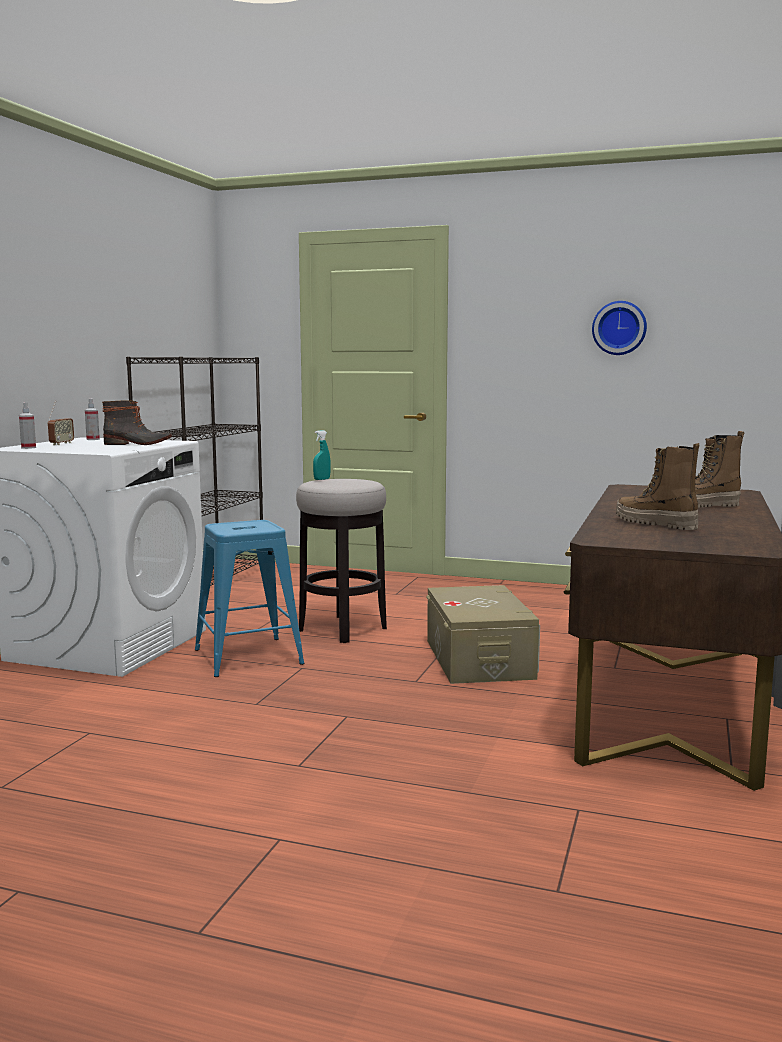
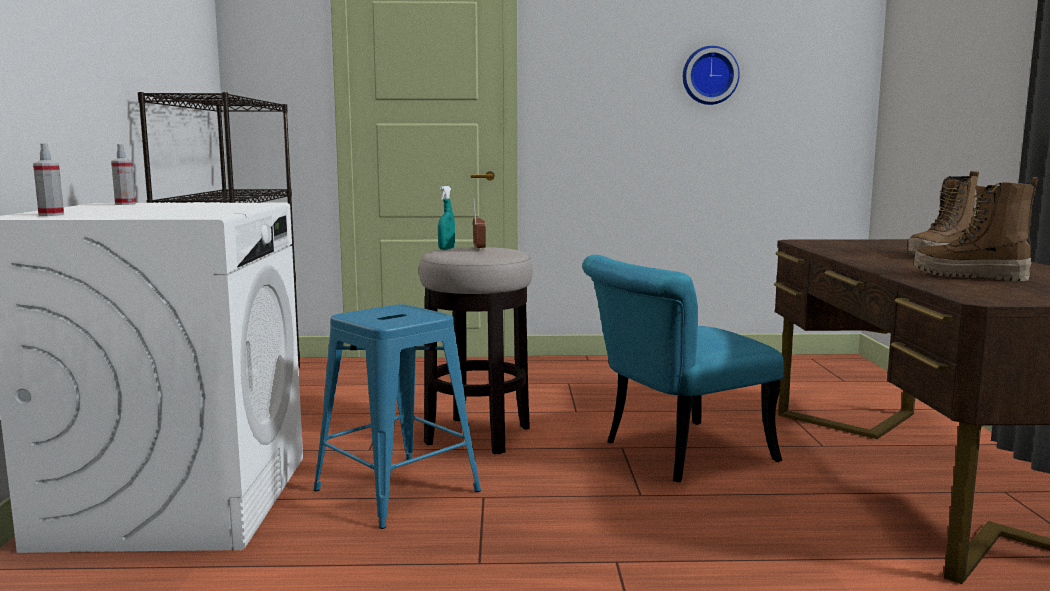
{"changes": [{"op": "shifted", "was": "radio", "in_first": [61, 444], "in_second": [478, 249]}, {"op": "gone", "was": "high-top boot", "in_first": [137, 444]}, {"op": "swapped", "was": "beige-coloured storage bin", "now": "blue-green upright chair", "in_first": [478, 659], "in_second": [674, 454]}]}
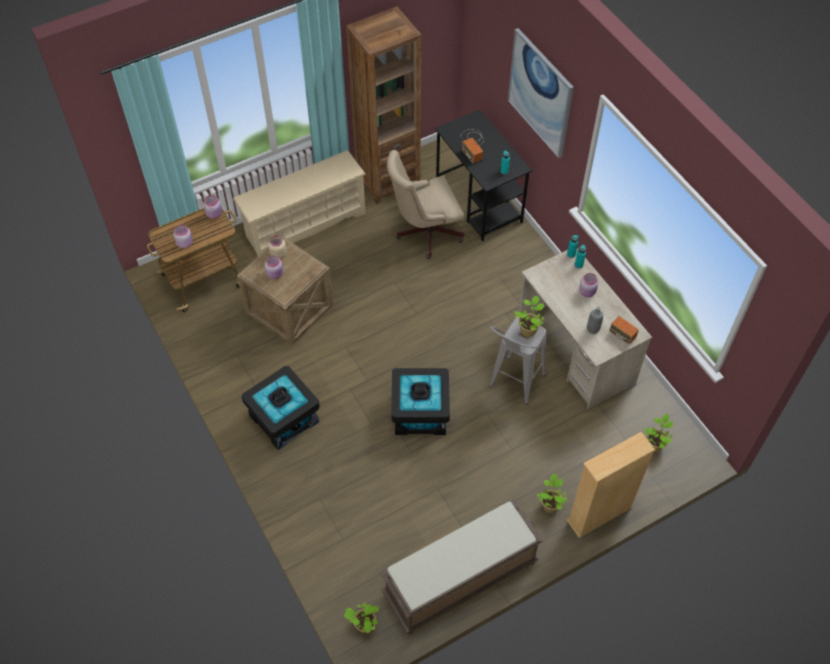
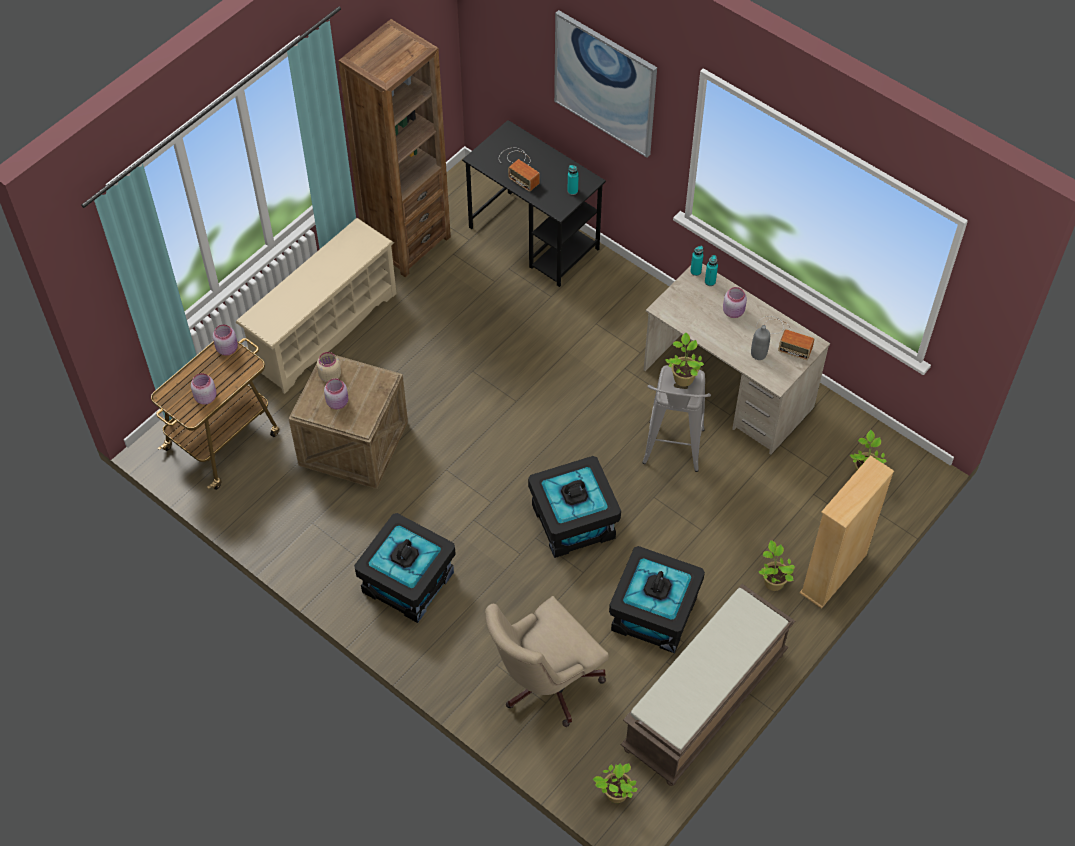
{"changes": [{"op": "shifted", "was": "beige-coloured office chair", "in_first": [425, 232], "in_second": [544, 683]}, {"op": "new", "now": "blackish storage bin", "in_second": [654, 614]}]}
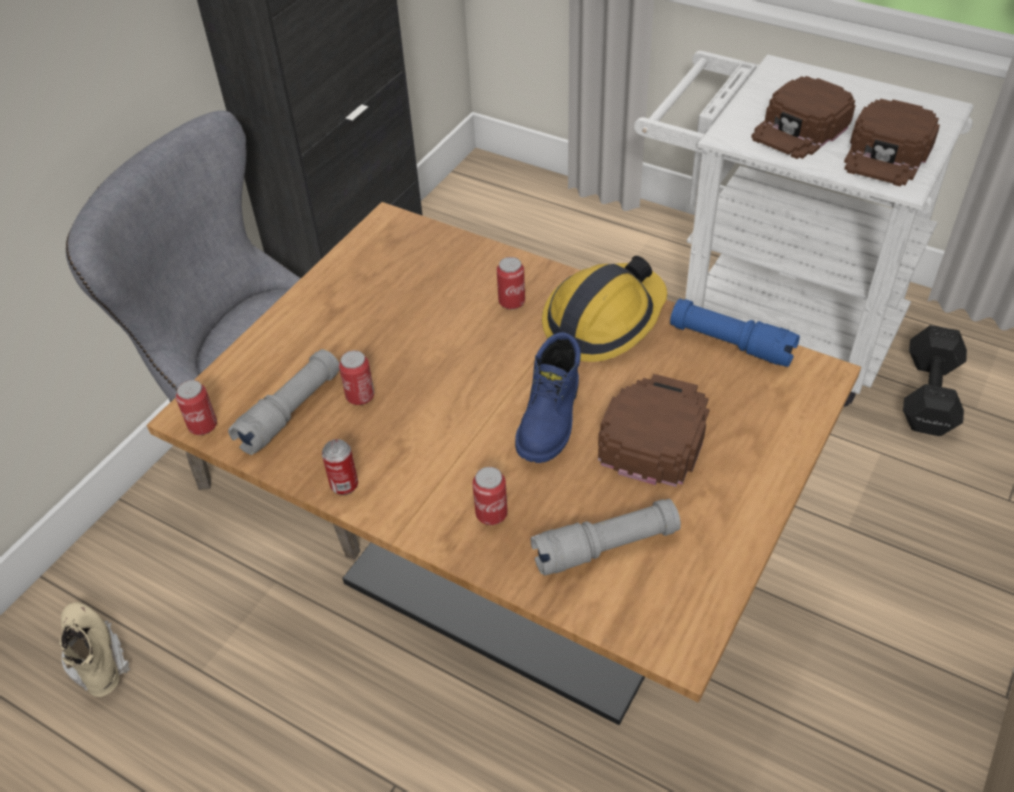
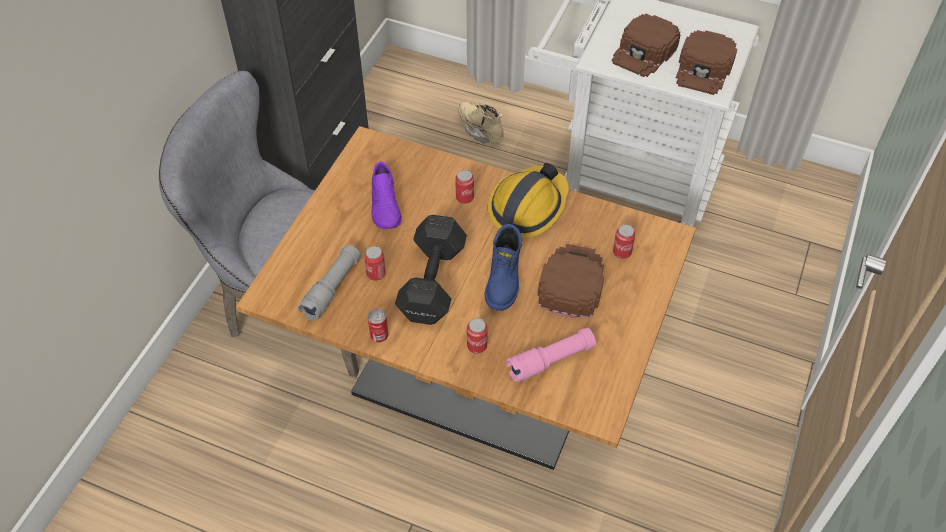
{"changes": [{"op": "shifted", "was": "beige-coloured high-top boot", "in_first": [95, 658], "in_second": [481, 130]}, {"op": "shifted", "was": "metal can", "in_first": [203, 426], "in_second": [622, 252]}, {"op": "repainted", "was": "greyish flashlight", "now": "pinkish flashlight", "in_first": [605, 547], "in_second": [551, 360]}, {"op": "gone", "was": "blue-coloured flashlight", "in_first": [731, 343]}, {"op": "shifted", "was": "blackish hand weight", "in_first": [930, 394], "in_second": [434, 280]}, {"op": "new", "now": "purple item of footwear", "in_second": [386, 206]}]}
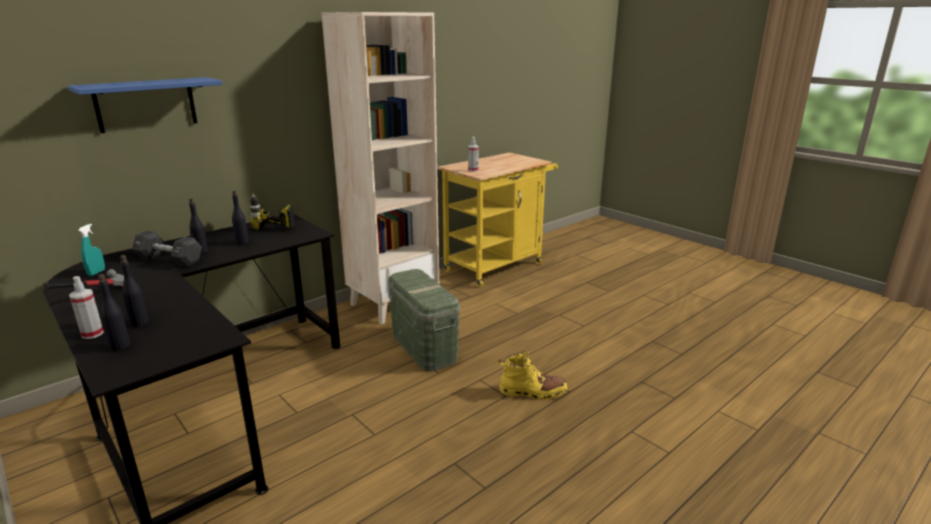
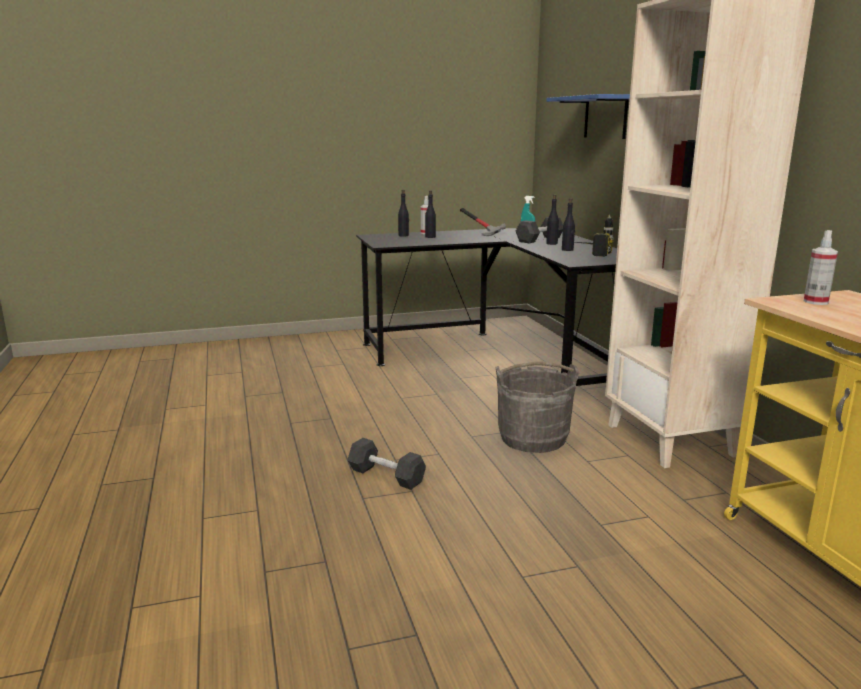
{"changes": [{"op": "swapped", "was": "greenish storage bin", "now": "greyish bucket", "in_first": [424, 347], "in_second": [533, 438]}, {"op": "swapped", "was": "yellowish high-top boot", "now": "blackish hand weight", "in_first": [532, 392], "in_second": [386, 476]}]}
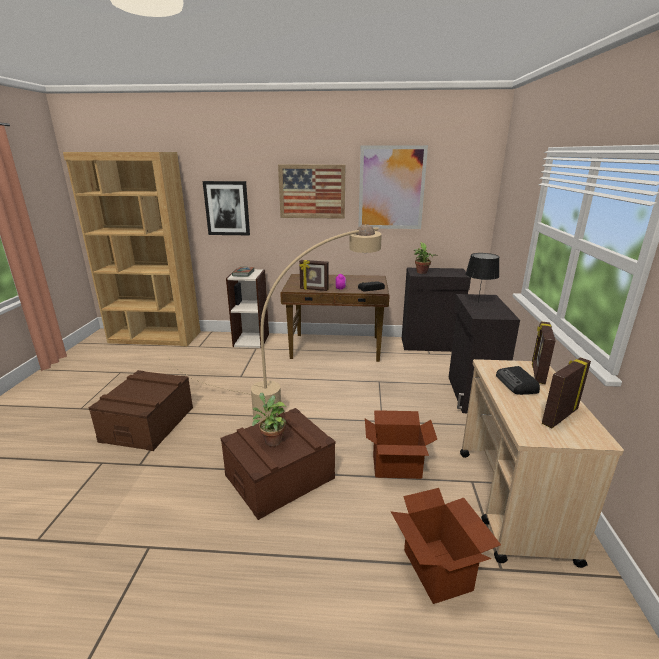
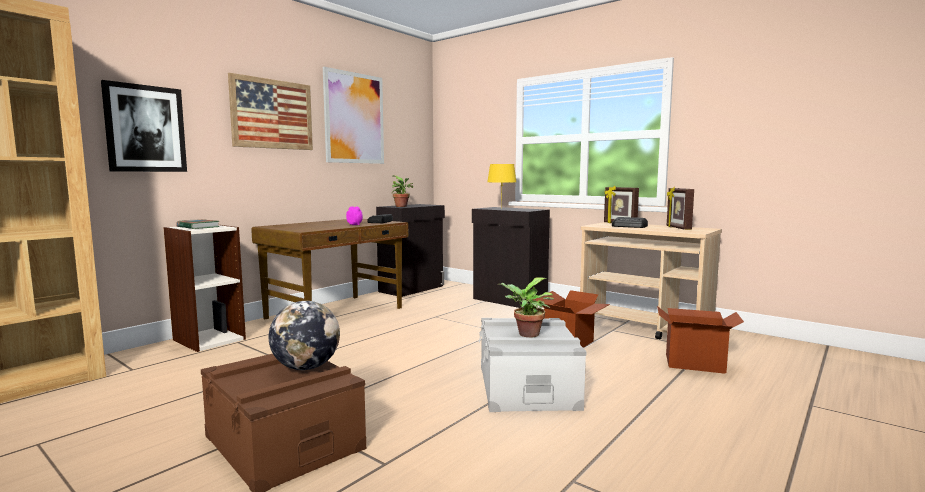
{"changes": [{"op": "gone", "was": "beige-coloured floor lamp", "in_first": [293, 399]}, {"op": "repainted", "was": "brownish storage bin", "now": "greyish storage bin", "in_first": [279, 477], "in_second": [527, 387]}, {"op": "gone", "was": "picture frame", "in_first": [314, 289]}, {"op": "repainted", "was": "blackish table lamp", "now": "yellowish table lamp", "in_first": [477, 302], "in_second": [501, 208]}, {"op": "new", "now": "globe", "in_second": [306, 367]}]}
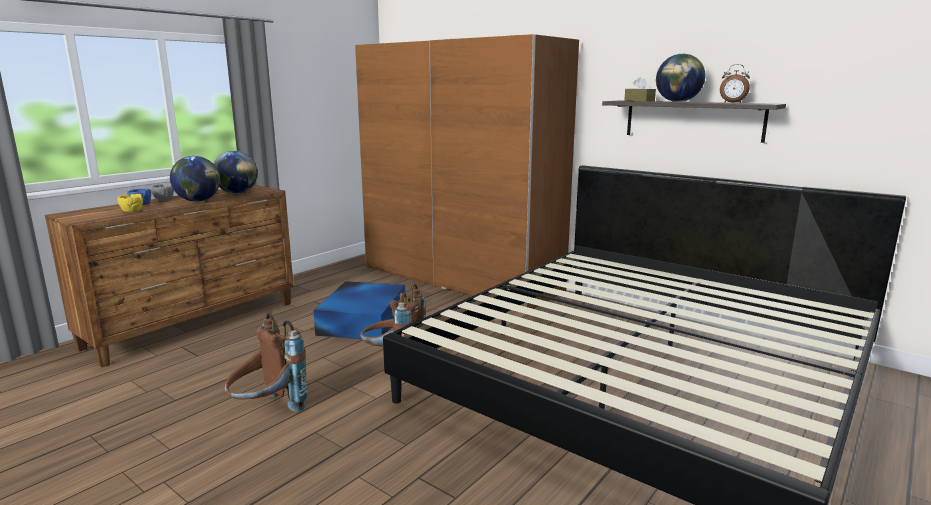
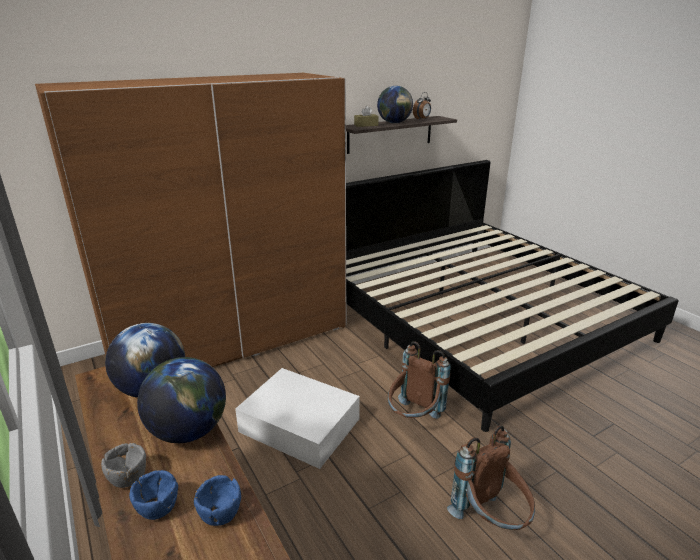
{"changes": [{"op": "repainted", "was": "yellowish deep dish", "now": "blue-coloured deep dish", "in_first": [132, 211], "in_second": [220, 514]}, {"op": "repainted", "was": "blue-coloured storage bin", "now": "white-coloured storage bin", "in_first": [364, 320], "in_second": [298, 424]}]}
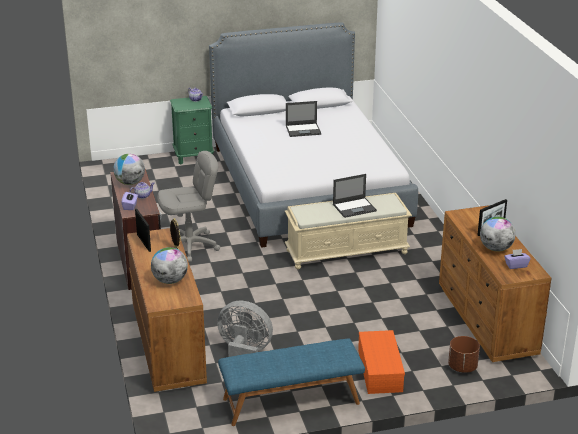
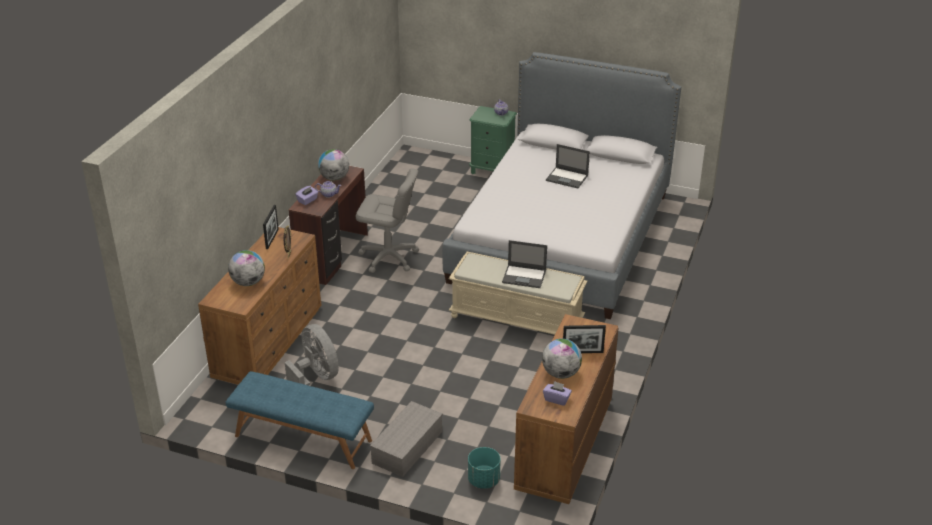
{"changes": [{"op": "repainted", "was": "orangey storage bin", "now": "greyish storage bin", "in_first": [379, 370], "in_second": [407, 446]}, {"op": "repainted", "was": "brownish flower pot", "now": "blue-green flower pot", "in_first": [462, 367], "in_second": [483, 480]}]}
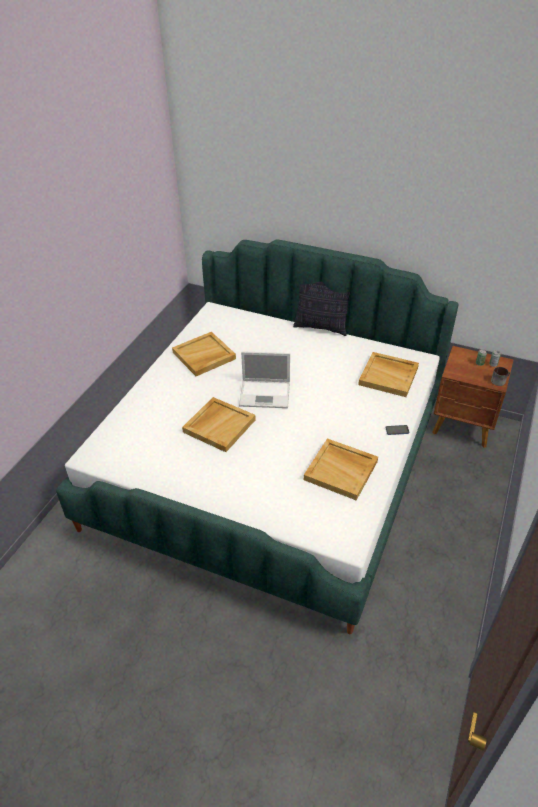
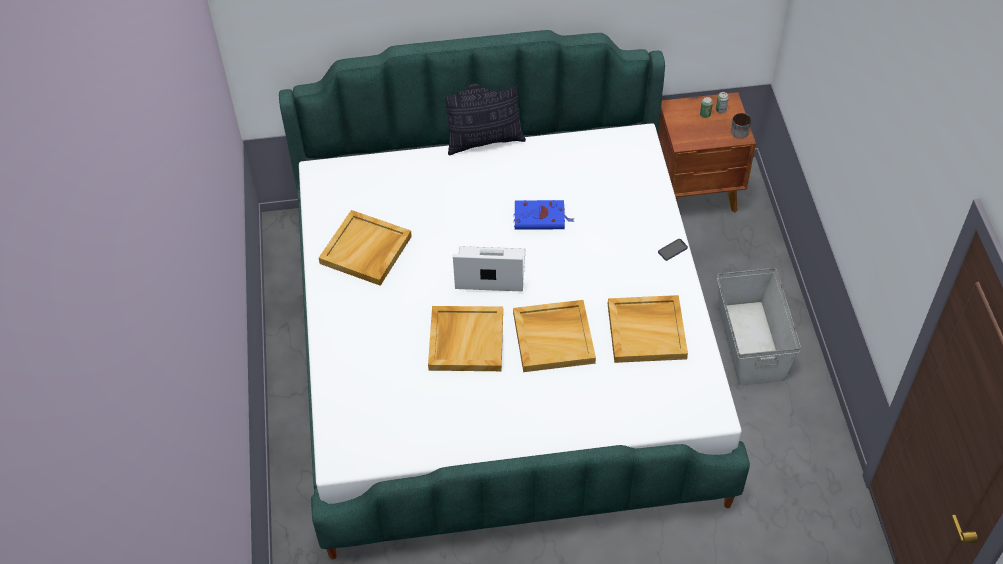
{"changes": [{"op": "rotated", "was": "notebook computer", "in_first": [266, 394], "in_second": [489, 271], "clockwise": -150}, {"op": "shifted", "was": "beige-coloured serving tray", "in_first": [389, 376], "in_second": [554, 337]}, {"op": "new", "now": "blue-coloured book", "in_second": [541, 218]}, {"op": "new", "now": "greyish storage bin", "in_second": [751, 342]}]}
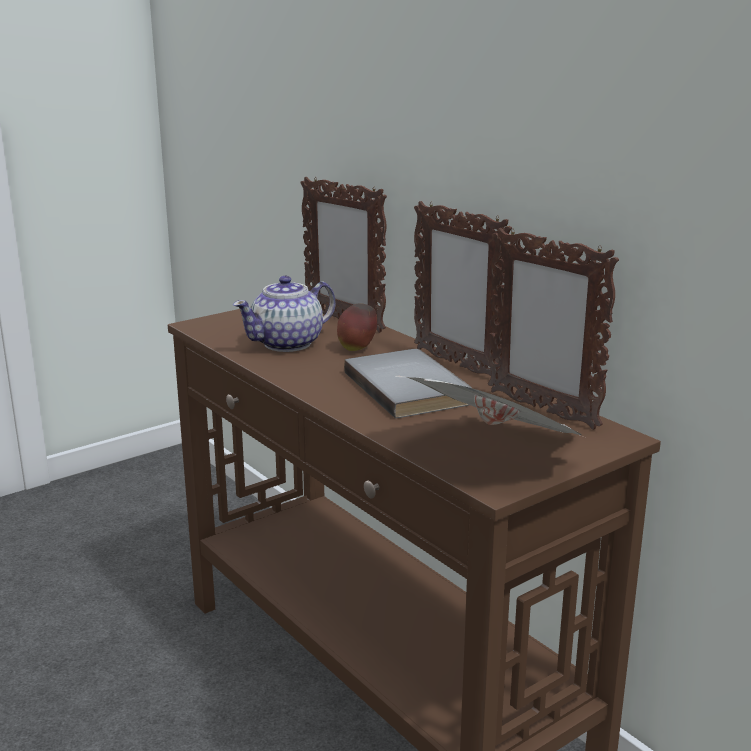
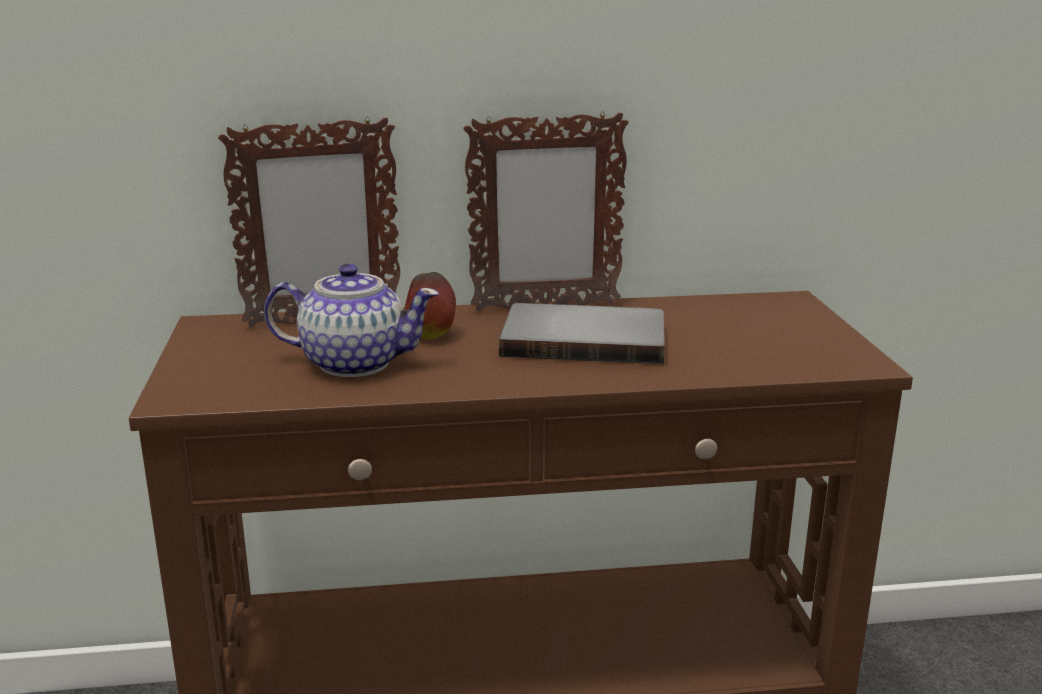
{"changes": [{"op": "rotated", "was": "teapot", "in_first": [288, 343], "in_second": [353, 363], "clockwise": -75}, {"op": "gone", "was": "daily paper", "in_first": [496, 455]}, {"op": "gone", "was": "picture frame", "in_first": [541, 409]}]}
